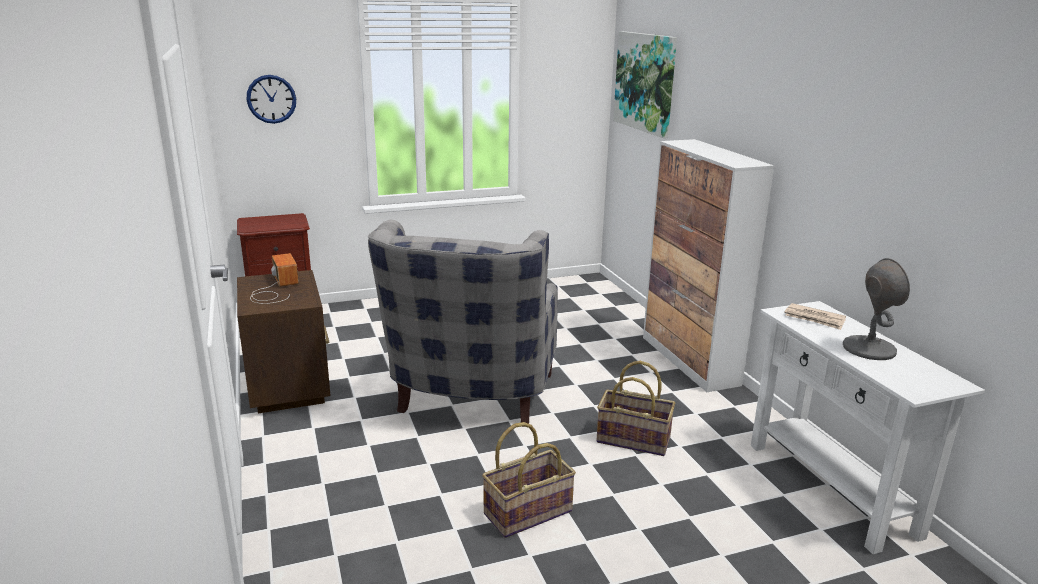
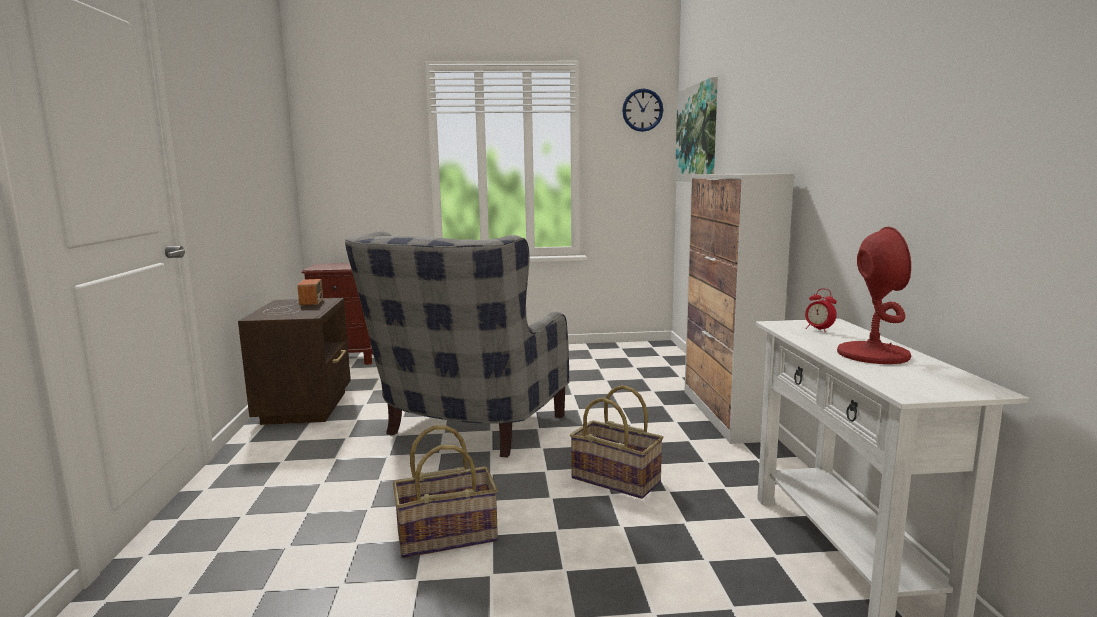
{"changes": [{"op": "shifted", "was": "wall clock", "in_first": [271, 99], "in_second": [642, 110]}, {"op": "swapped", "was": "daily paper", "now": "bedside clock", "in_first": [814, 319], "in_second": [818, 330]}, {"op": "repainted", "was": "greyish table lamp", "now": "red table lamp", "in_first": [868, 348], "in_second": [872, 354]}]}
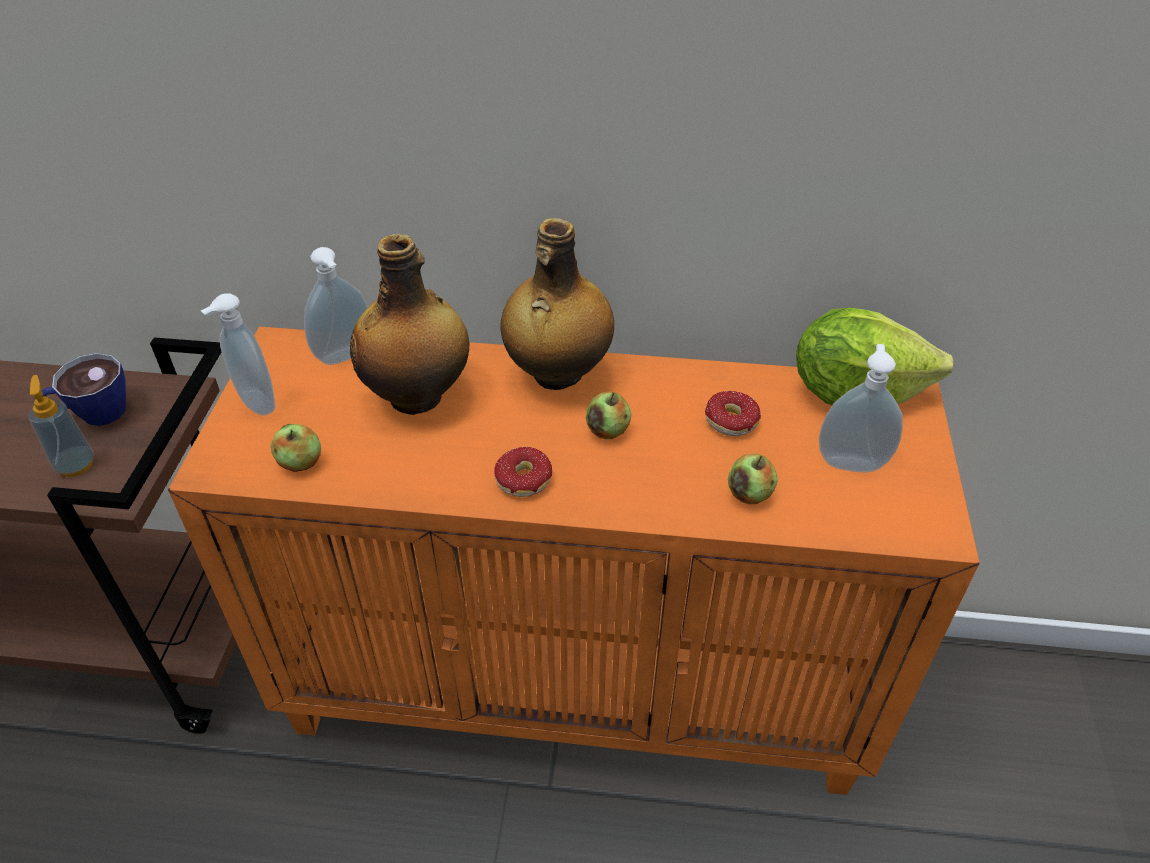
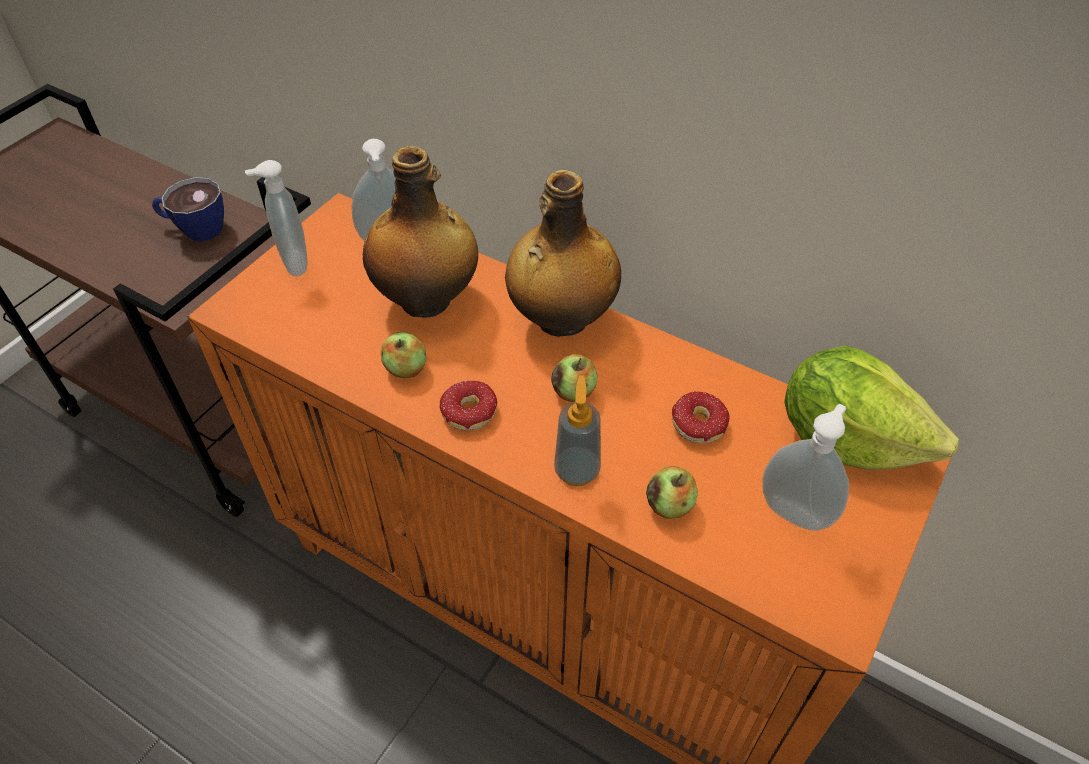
{"changes": [{"op": "shifted", "was": "liquid soap bottle", "in_first": [75, 465], "in_second": [577, 470]}, {"op": "shifted", "was": "apple", "in_first": [300, 462], "in_second": [406, 369]}]}
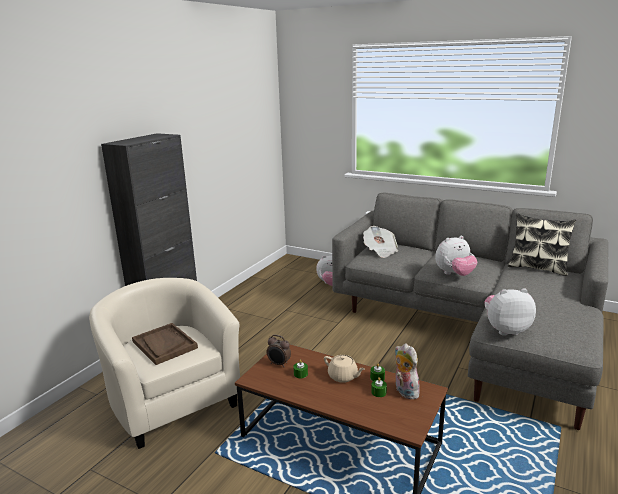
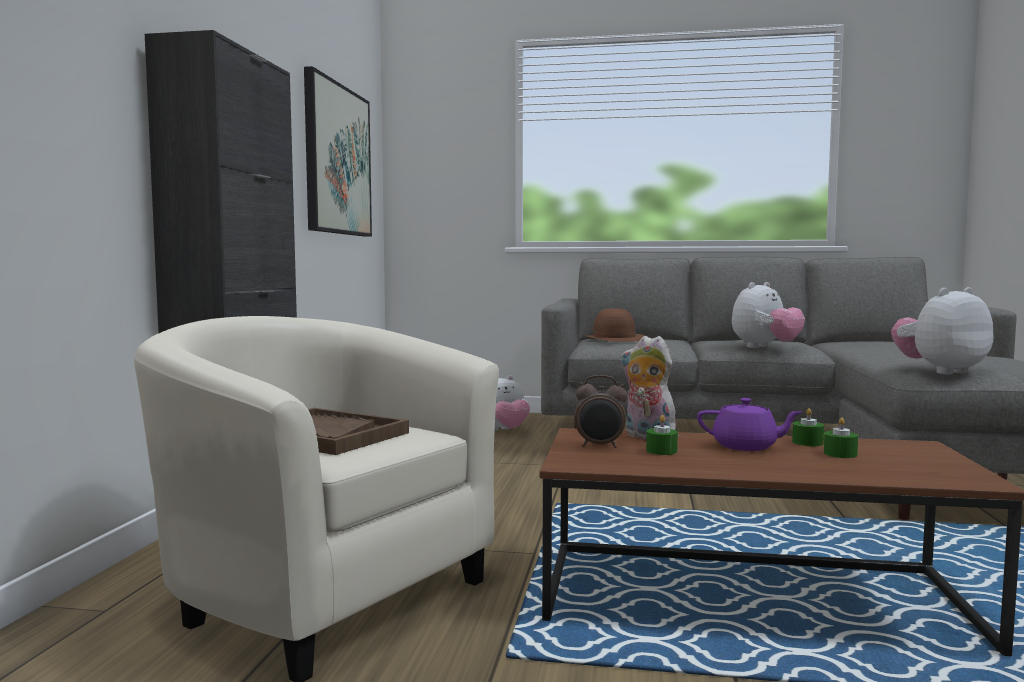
{"changes": [{"op": "repainted", "was": "beige-coloured teapot", "now": "purple teapot", "in_first": [343, 377], "in_second": [746, 447]}, {"op": "swapped", "was": "daily paper", "now": "brownish wearable hat", "in_first": [380, 251], "in_second": [614, 338]}, {"op": "shifted", "was": "soft toy", "in_first": [404, 391], "in_second": [646, 437]}, {"op": "gone", "was": "throw pillow", "in_first": [537, 268]}, {"op": "new", "now": "wall picture", "in_second": [337, 160]}]}
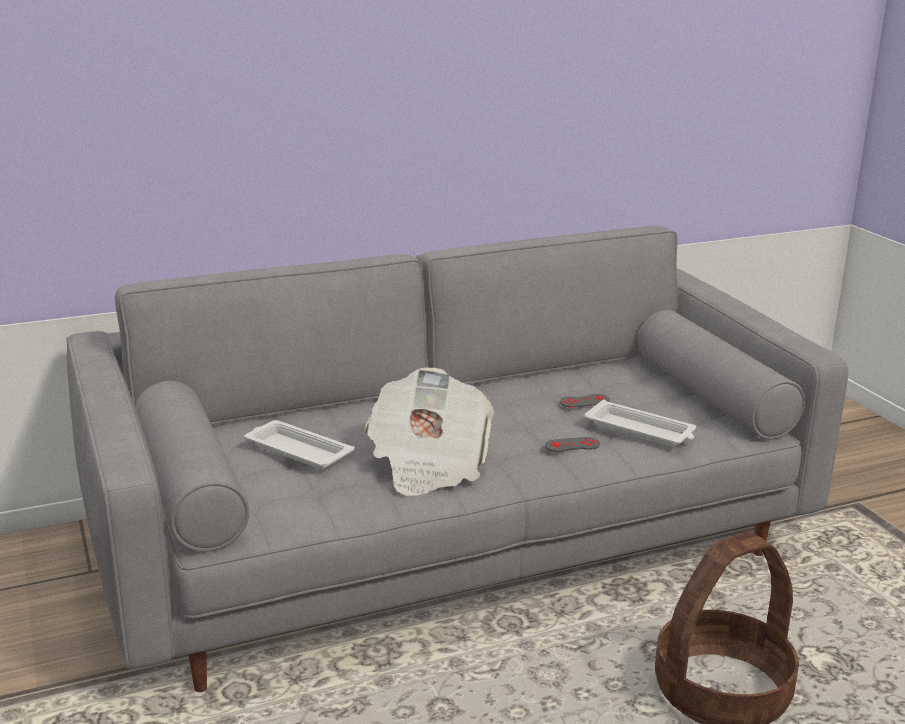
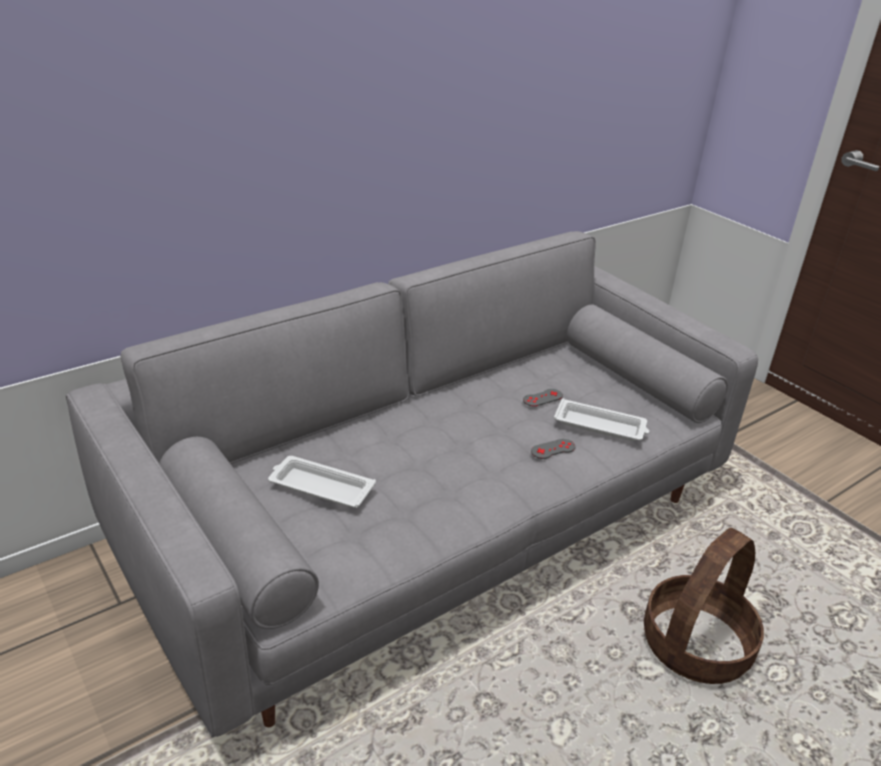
{"changes": [{"op": "gone", "was": "daily paper", "in_first": [428, 464]}]}
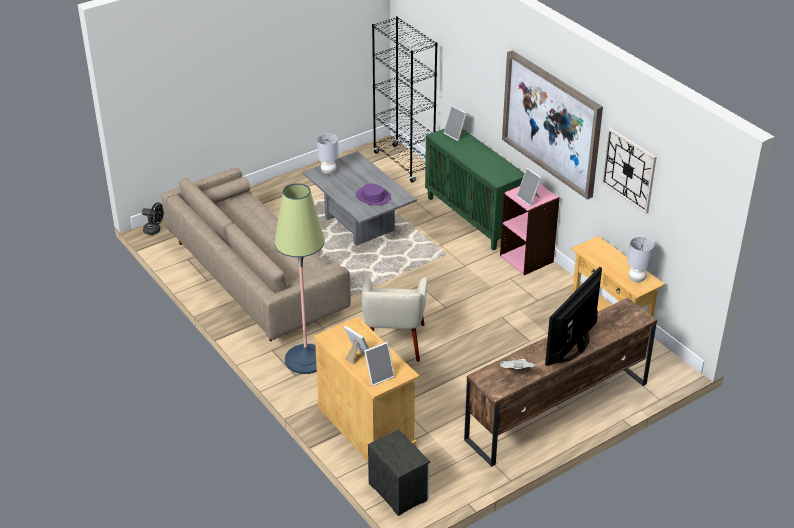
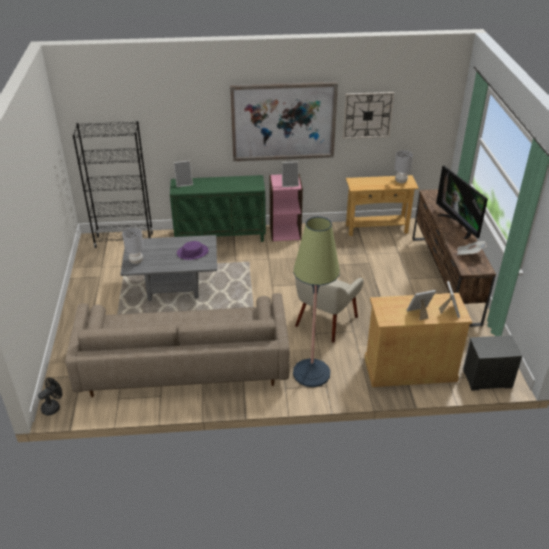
{"changes": [{"op": "rotated", "was": "beige-coloured armchair", "in_first": [393, 342], "in_second": [325, 321], "clockwise": 90}]}
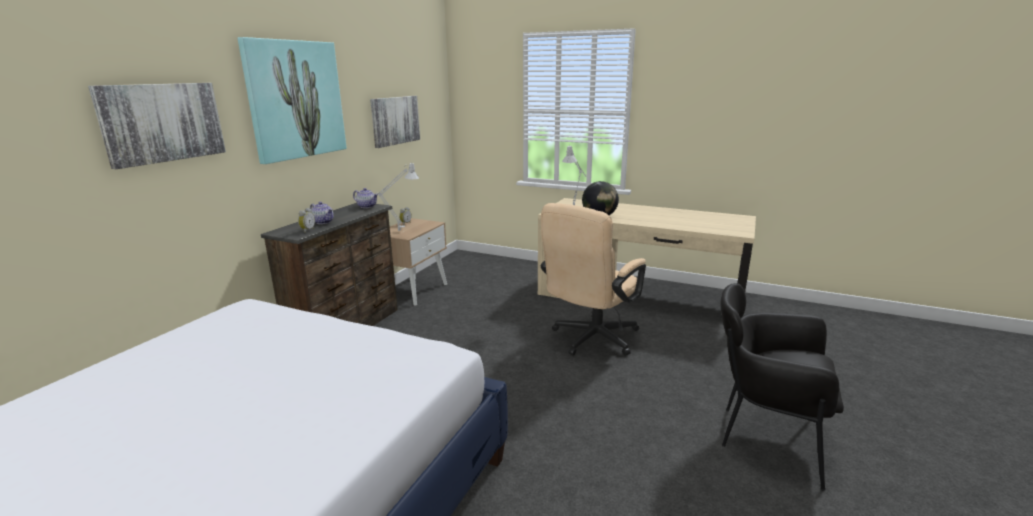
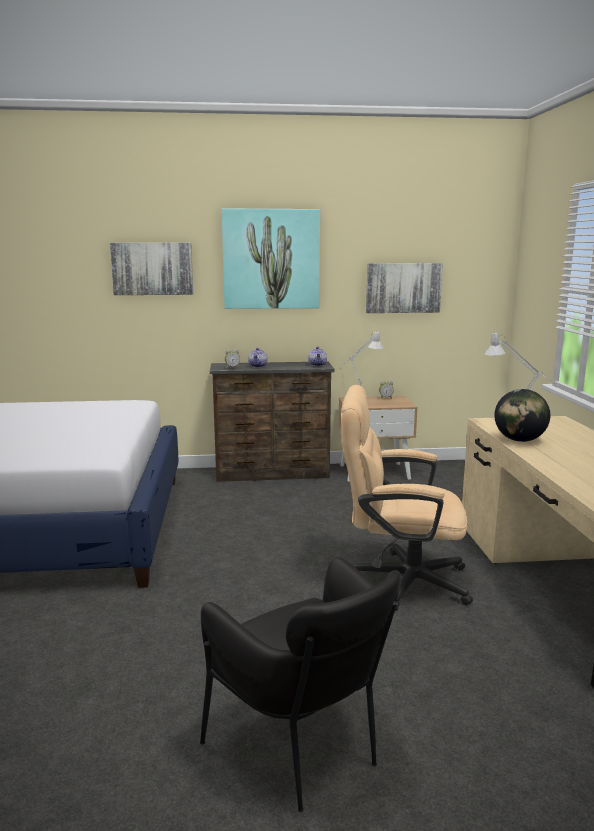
{"changes": [{"op": "rotated", "was": "blackish armchair", "in_first": [764, 437], "in_second": [305, 751], "clockwise": 150}]}
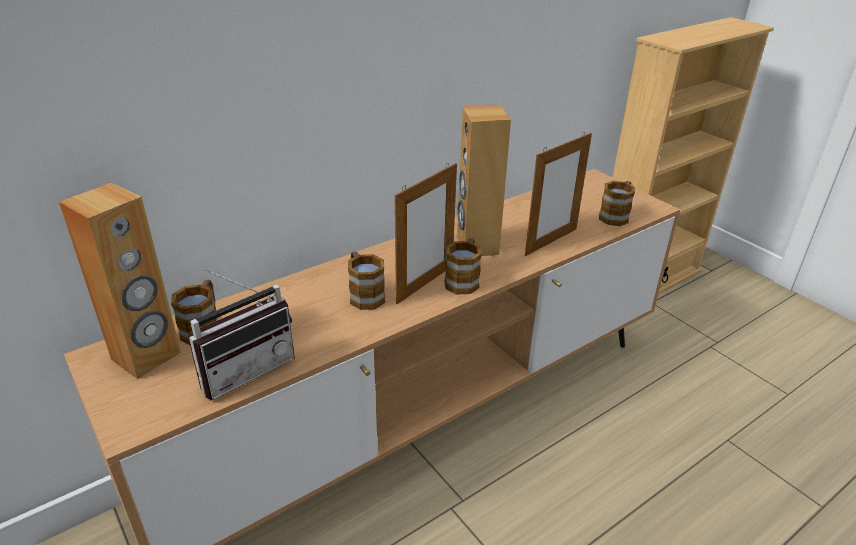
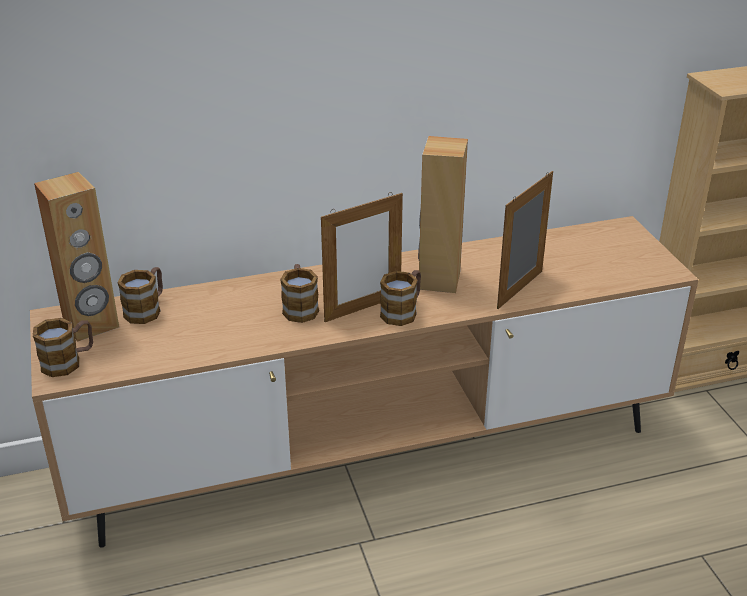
{"changes": [{"op": "gone", "was": "radio", "in_first": [244, 368]}, {"op": "rotated", "was": "picture frame", "in_first": [551, 242], "in_second": [520, 289], "clockwise": 150}, {"op": "shifted", "was": "tea mug", "in_first": [616, 215], "in_second": [69, 361]}]}
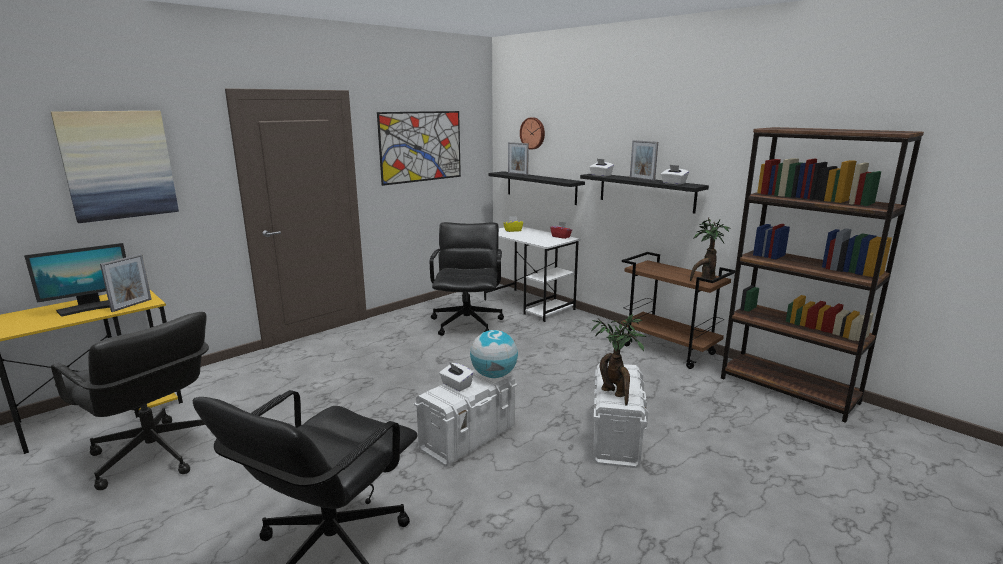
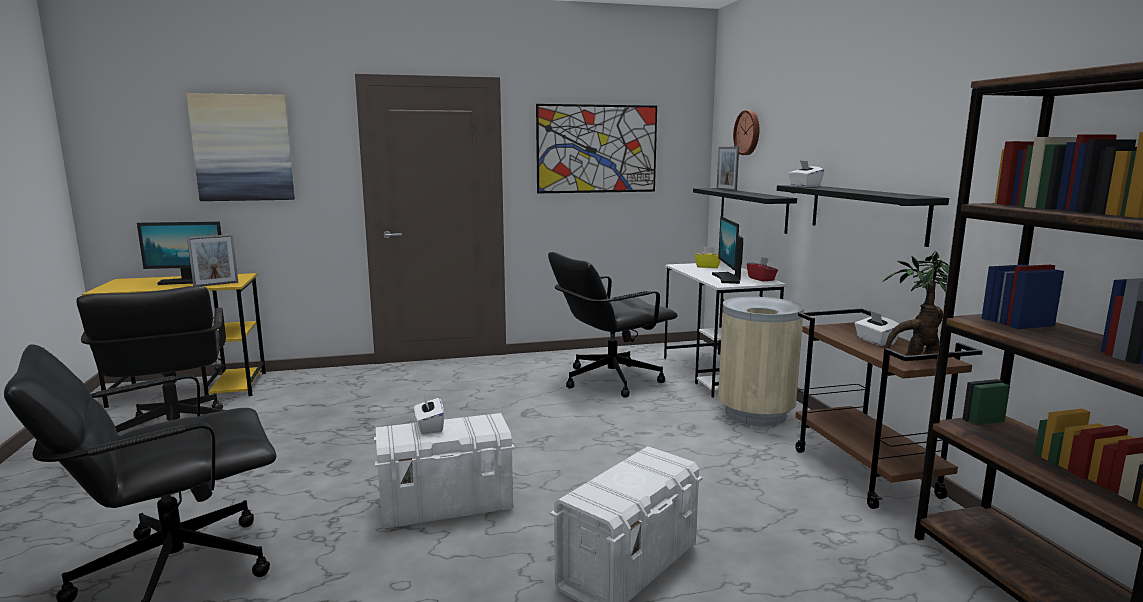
{"changes": [{"op": "rotated", "was": "blackish office chair", "in_first": [467, 323], "in_second": [610, 380], "clockwise": -150}, {"op": "gone", "was": "globe", "in_first": [494, 375]}, {"op": "gone", "was": "plant in a pot", "in_first": [615, 394]}, {"op": "gone", "was": "picture frame", "in_first": [642, 179]}, {"op": "shifted", "was": "white-coloured tissue box", "in_first": [673, 183], "in_second": [875, 341]}, {"op": "new", "now": "computer screen", "in_second": [727, 278]}, {"op": "new", "now": "beige-coloured rubbish bin", "in_second": [755, 414]}]}
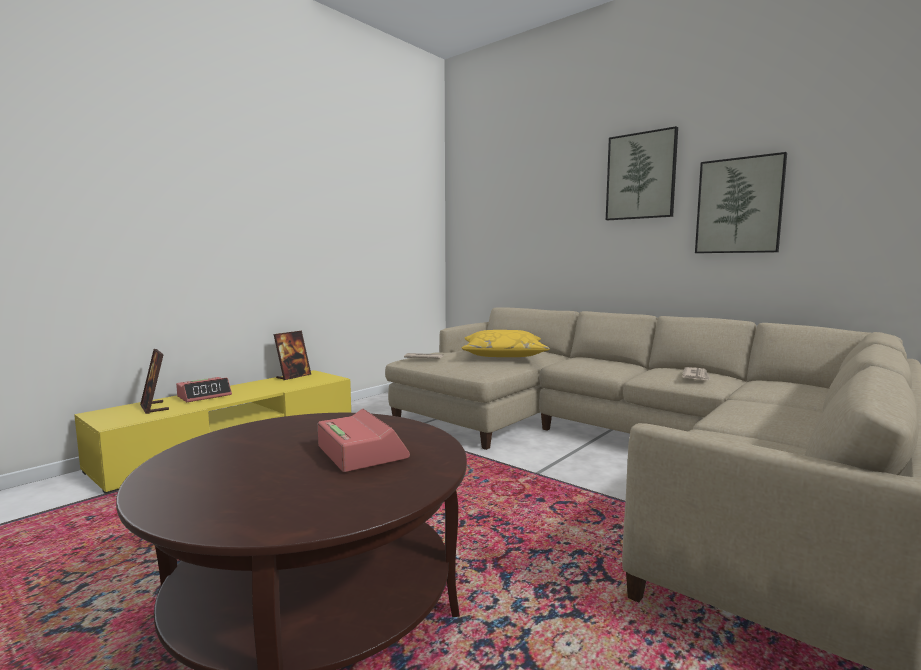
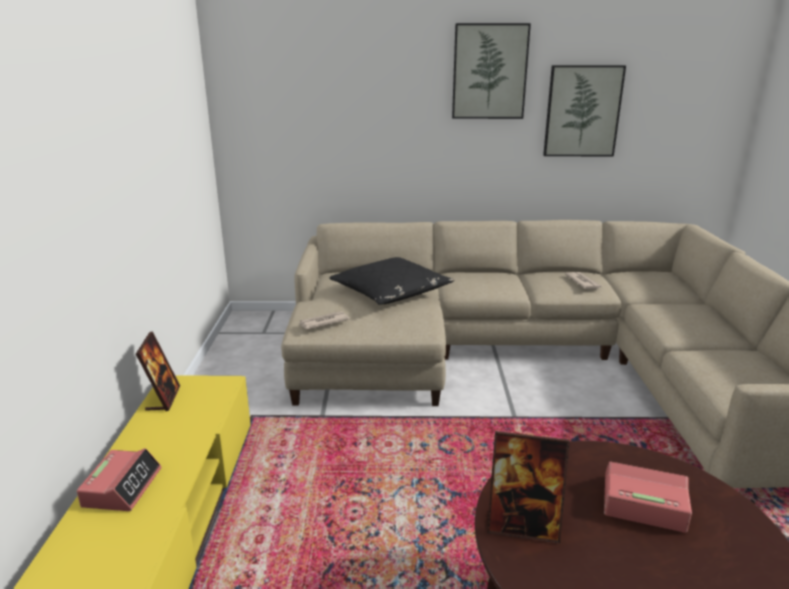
{"changes": [{"op": "shifted", "was": "picture frame", "in_first": [154, 407], "in_second": [523, 526]}, {"op": "repainted", "was": "yellowish throw pillow", "now": "blackish throw pillow", "in_first": [503, 355], "in_second": [391, 292]}]}
